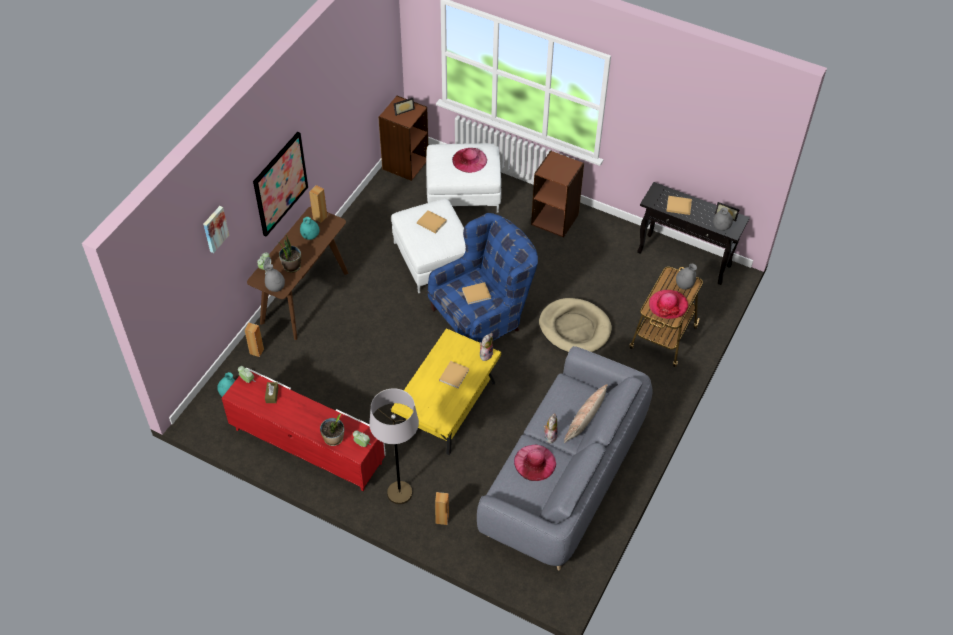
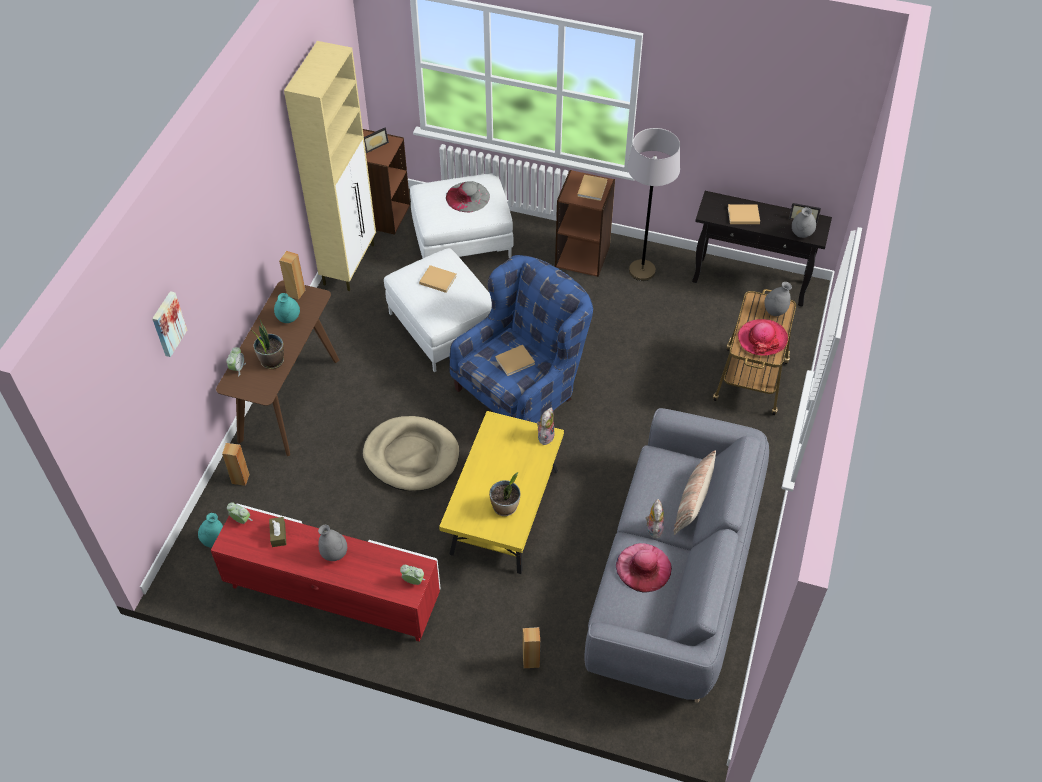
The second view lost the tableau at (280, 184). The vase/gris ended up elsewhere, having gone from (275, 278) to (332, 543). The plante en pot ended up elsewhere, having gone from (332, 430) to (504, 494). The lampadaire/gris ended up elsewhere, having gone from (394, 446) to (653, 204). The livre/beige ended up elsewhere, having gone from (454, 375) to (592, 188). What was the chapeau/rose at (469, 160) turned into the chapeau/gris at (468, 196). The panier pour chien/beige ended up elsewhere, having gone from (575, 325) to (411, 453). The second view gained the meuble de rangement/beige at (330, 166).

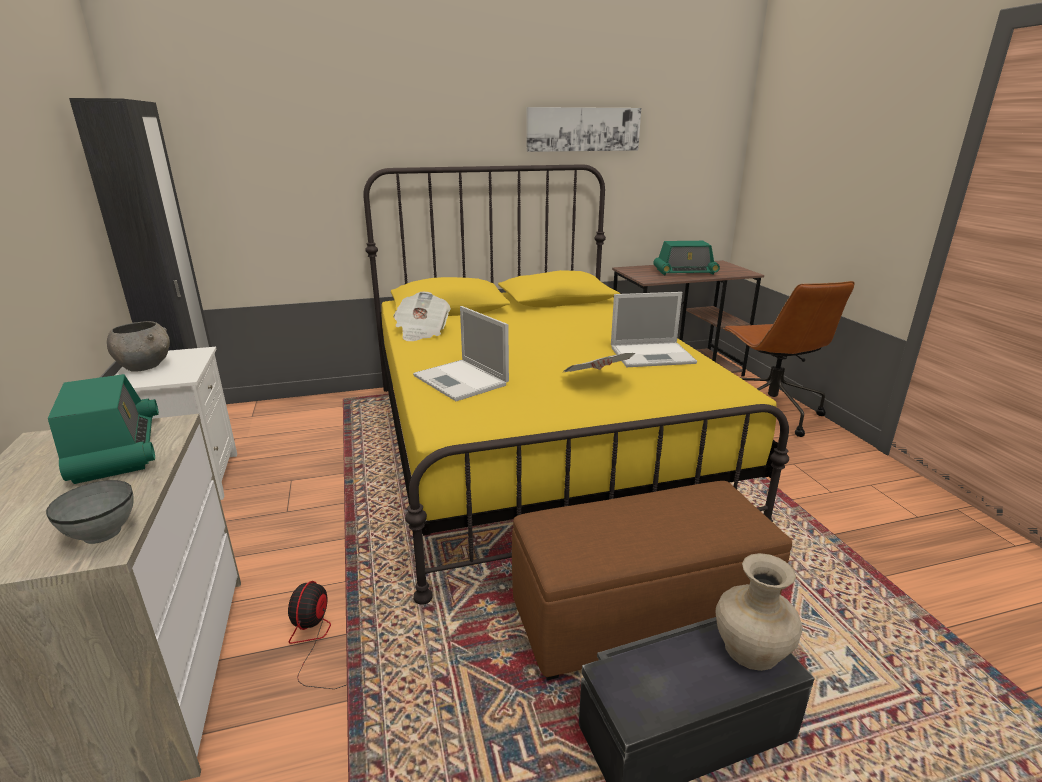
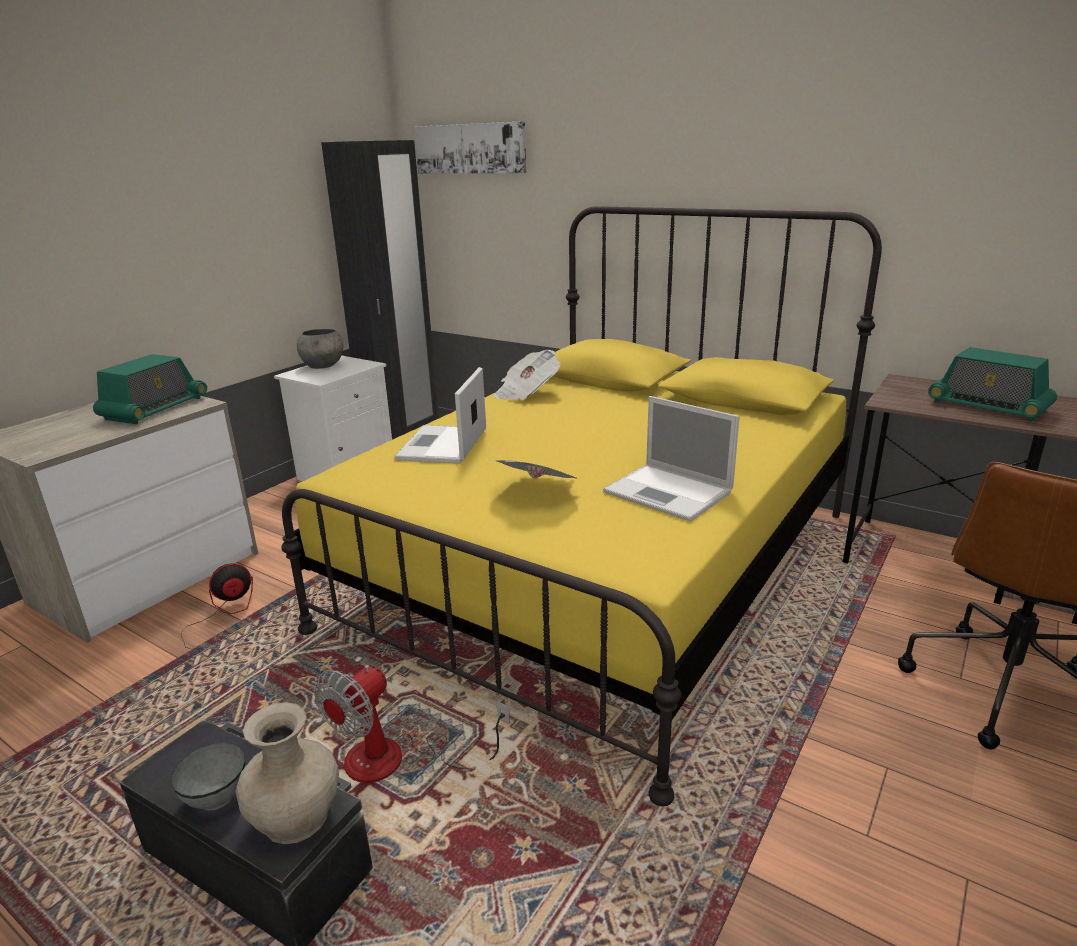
The bol/gris ended up elsewhere, having gone from (90, 512) to (208, 776). Where the pouf/marron stood at (652, 580), the ventilateur came to stand at (412, 724). The tableau ended up elsewhere, having gone from (583, 129) to (470, 147).

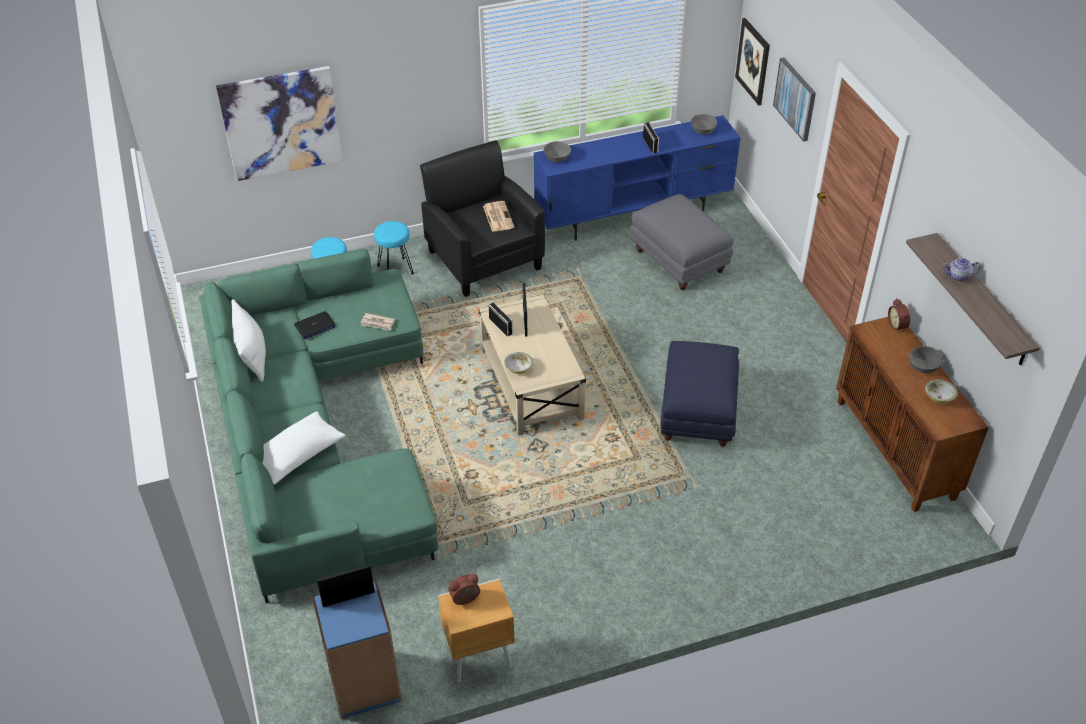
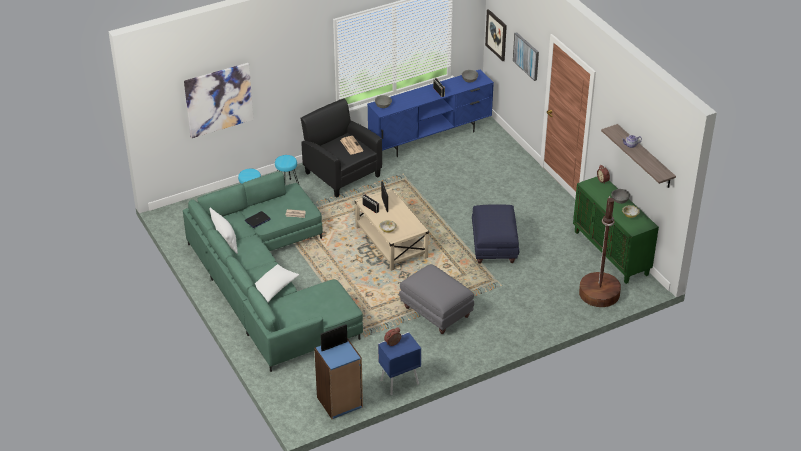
What was the table de chevet/marron at (476, 631) turned into the table de chevet/bleu at (399, 363). The pouf/gris ended up elsewhere, having gone from (682, 242) to (436, 299). What was the meuble de rangement/marron at (912, 414) turned into the meuble de rangement/vert at (616, 230). The second view gained the lampadaire/marron at (600, 251).

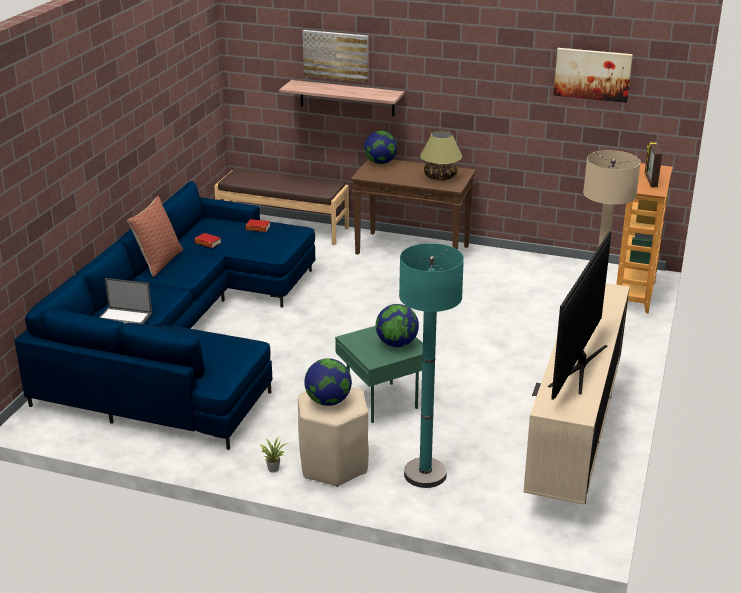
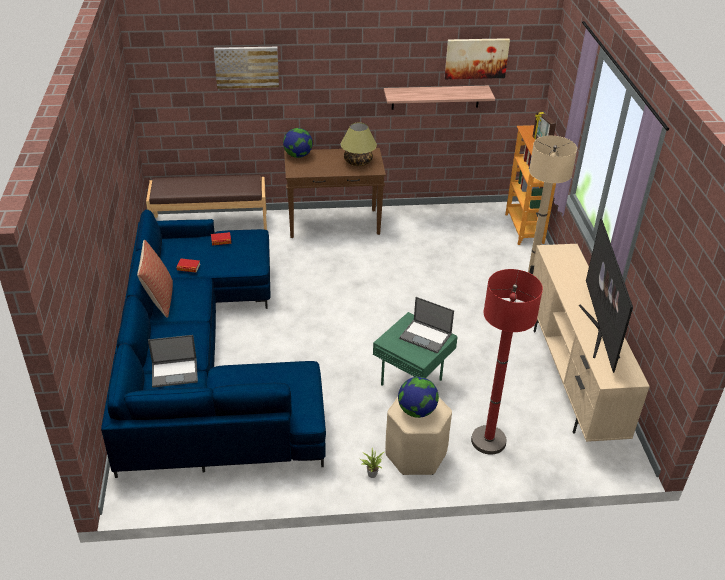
The étagère ended up elsewhere, having gone from (341, 98) to (439, 98). Where the globe stood at (397, 325), the ordinateur portable came to stand at (426, 325). What was the lampadaire/turquoise at (431, 365) turned into the lampadaire/rouge at (507, 362).

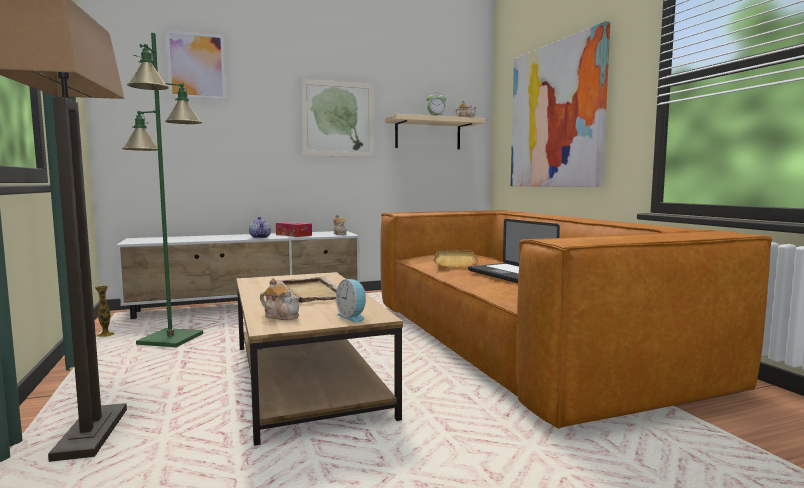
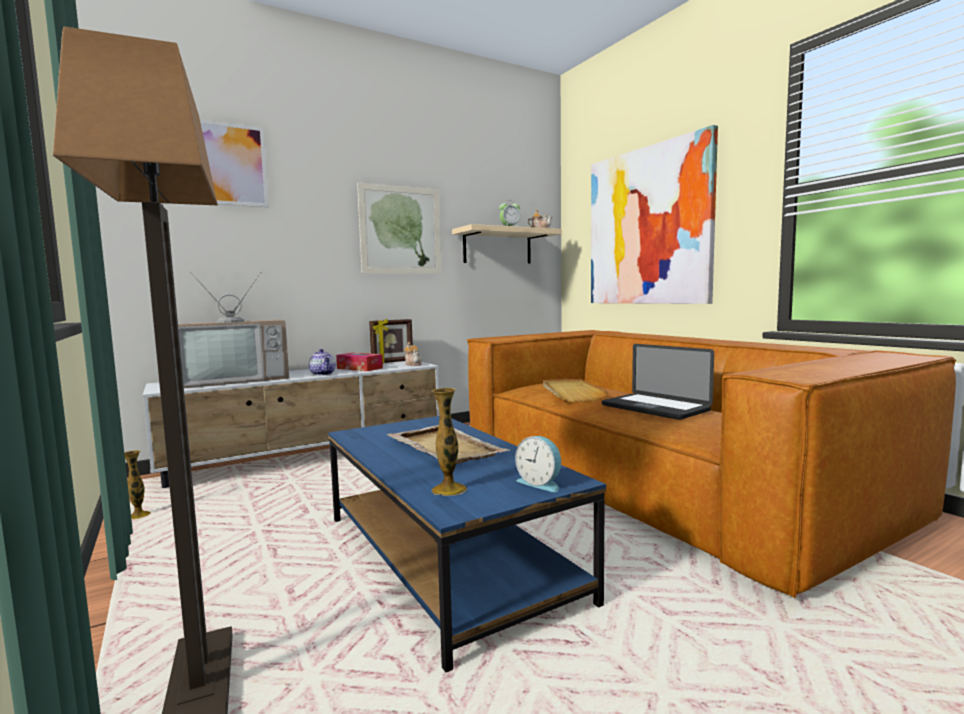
The second view lost the lampadaire/vert at (162, 190). What was the table basse/marron at (319, 359) turned into the table basse/bleu at (467, 544). Where the théière stood at (280, 299), the vase came to stand at (449, 442). The second view gained the téléviseur at (233, 330). The second view gained the cadre photo at (391, 341).

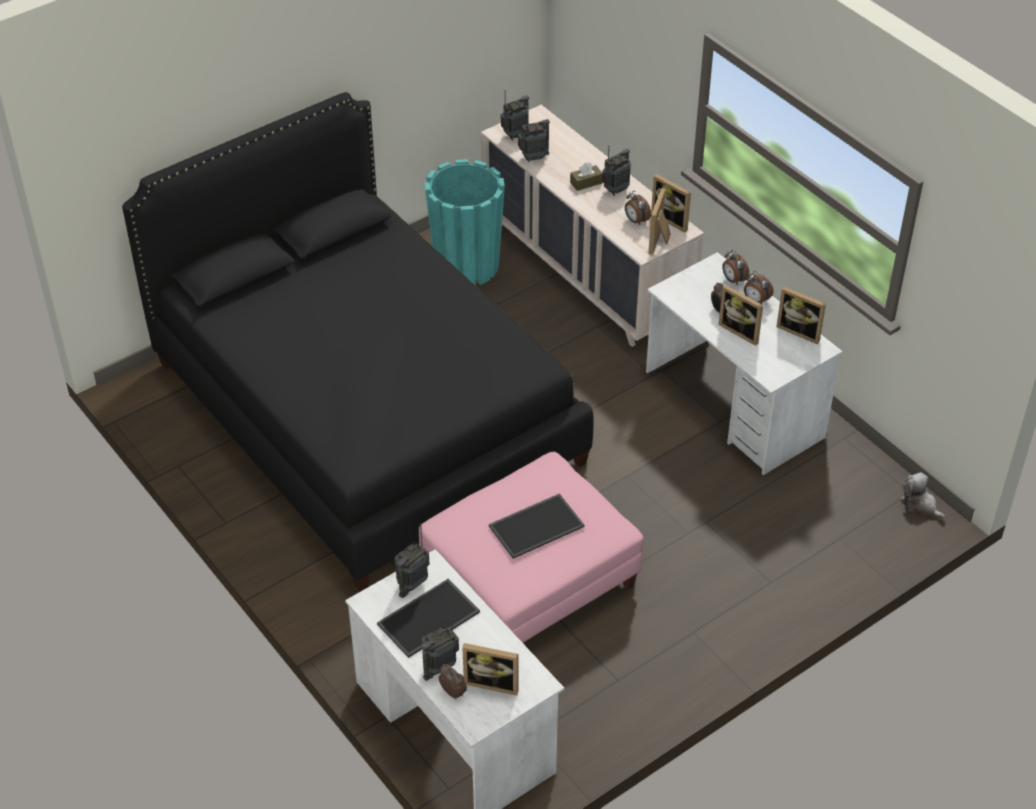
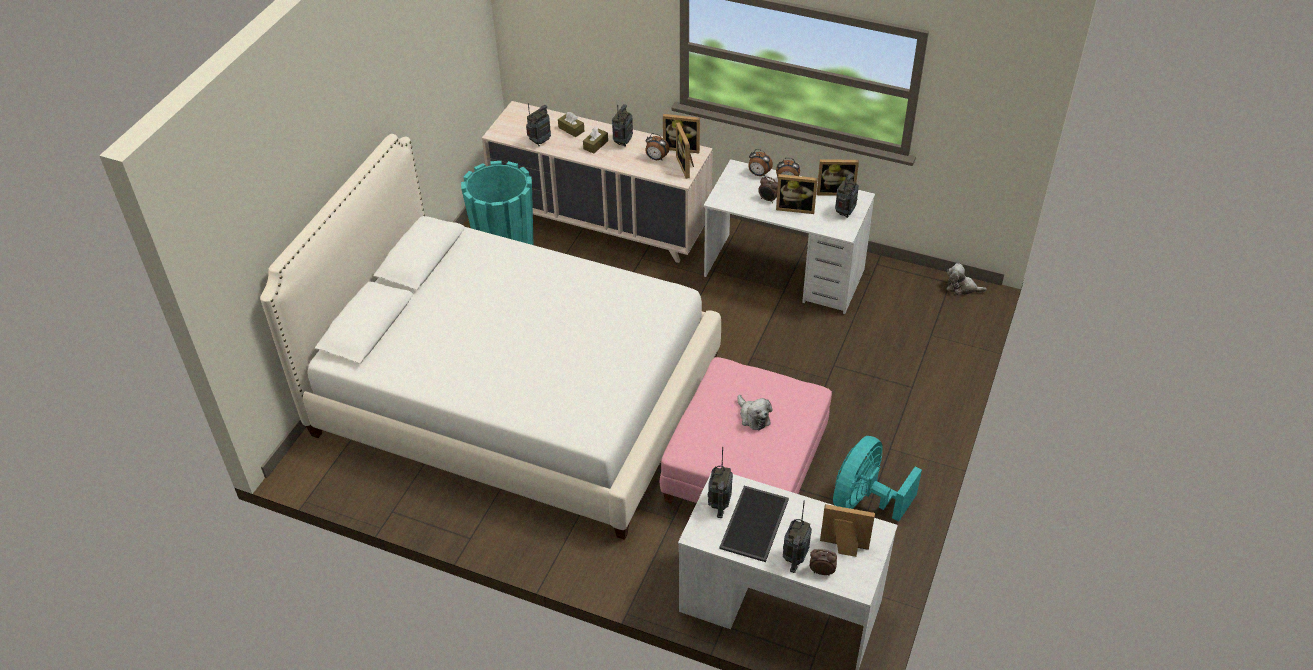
What was the lit/noir at (358, 342) turned into the lit/blanc at (490, 337). The cadre photo at (490, 669) ended up facing another way, 150 degrees counterclockwise from before. Where the plateau stood at (537, 526), the peluche came to stand at (755, 412). The radio ended up elsewhere, having gone from (515, 115) to (847, 195). The second view gained the boîte à mouchoirs/marron at (571, 124). The second view gained the ventilateur/turquoise at (877, 479).

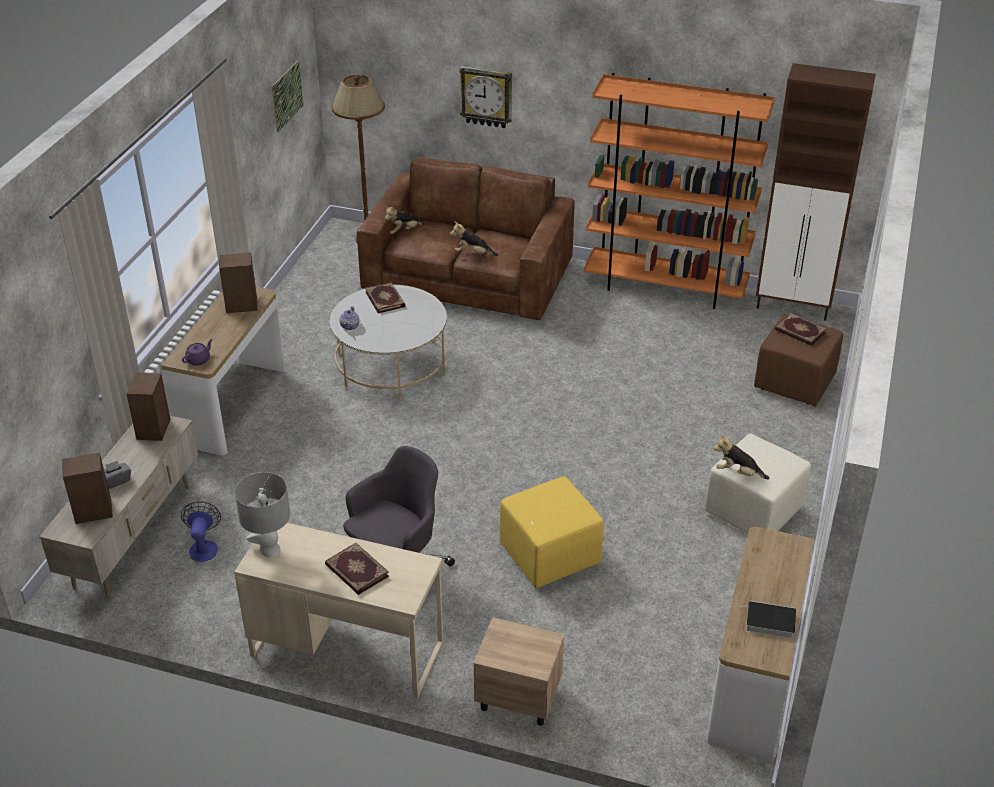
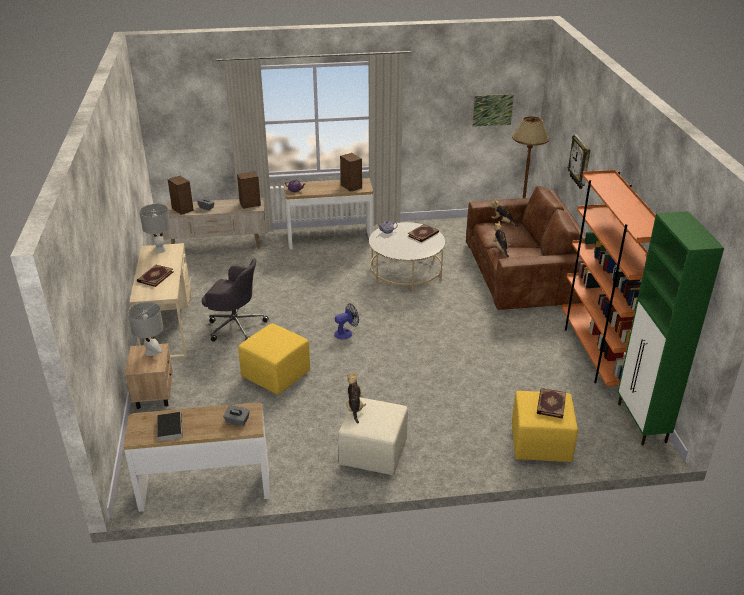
The ventilateur ended up elsewhere, having gone from (201, 531) to (346, 321). What was the pouf/marron at (798, 361) turned into the pouf/jaune at (545, 426). What was the meuble de rangement/marron at (816, 191) turned into the meuble de rangement/vert at (670, 328). The second view gained the lampe de table/gris at (145, 329). The second view gained the boîte à mouchoirs/gris at (236, 415).

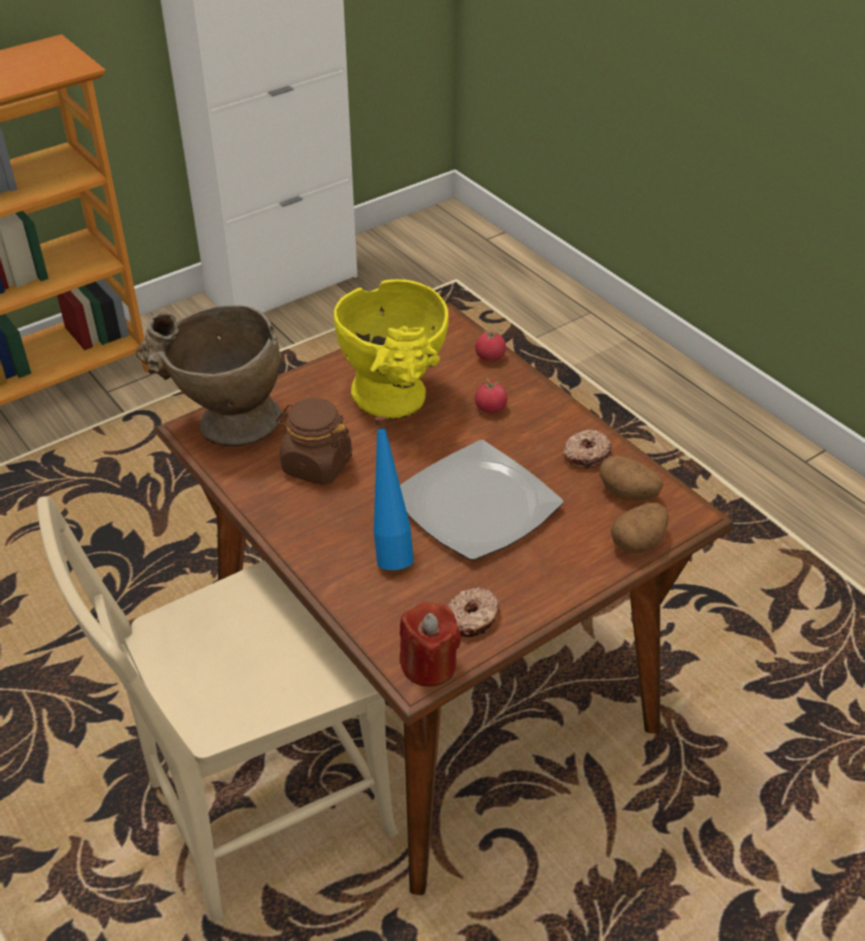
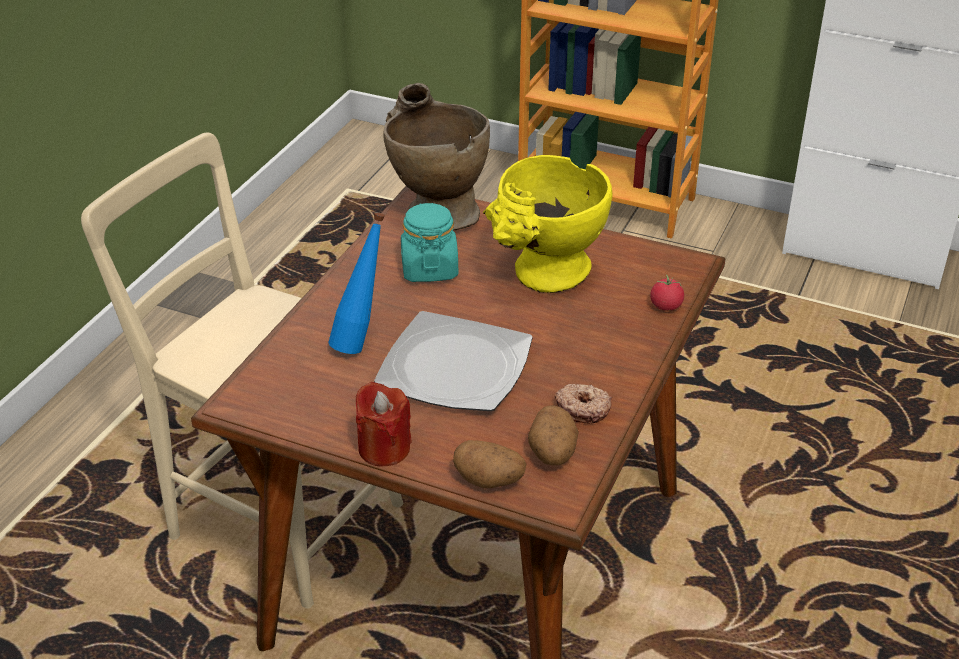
What was the bocal/marron at (314, 441) turned into the bocal/turquoise at (429, 242). The bougie/rouge ended up elsewhere, having gone from (430, 644) to (383, 424). The second view lost the beignet at (473, 612). The second view lost the tomate at (491, 395).

